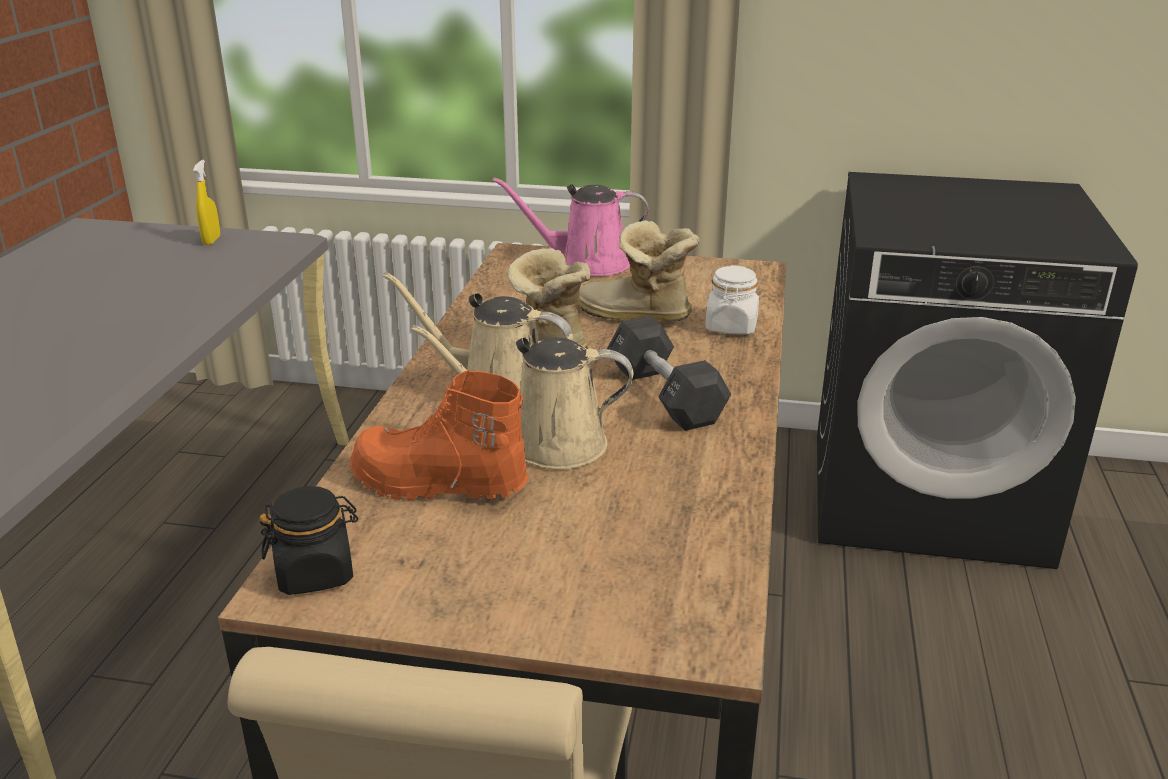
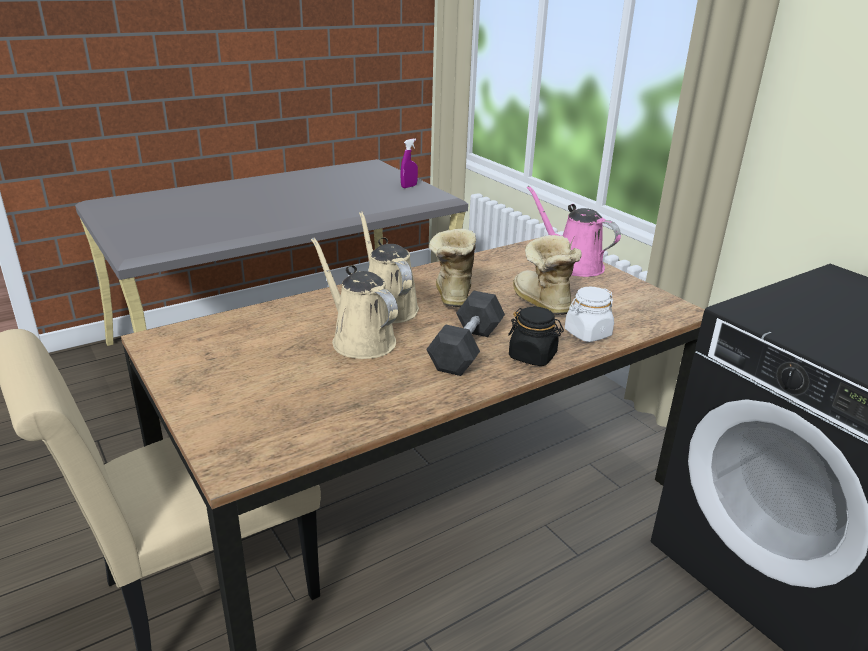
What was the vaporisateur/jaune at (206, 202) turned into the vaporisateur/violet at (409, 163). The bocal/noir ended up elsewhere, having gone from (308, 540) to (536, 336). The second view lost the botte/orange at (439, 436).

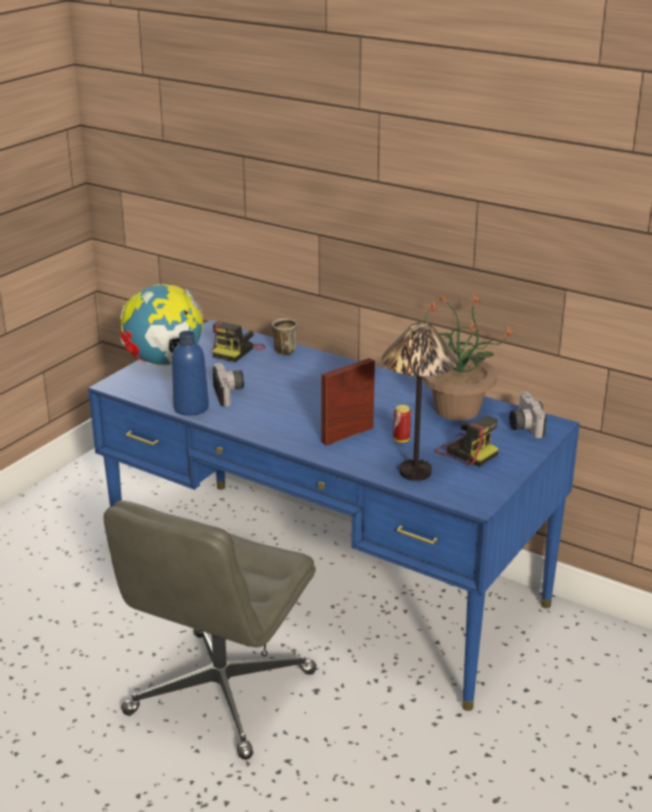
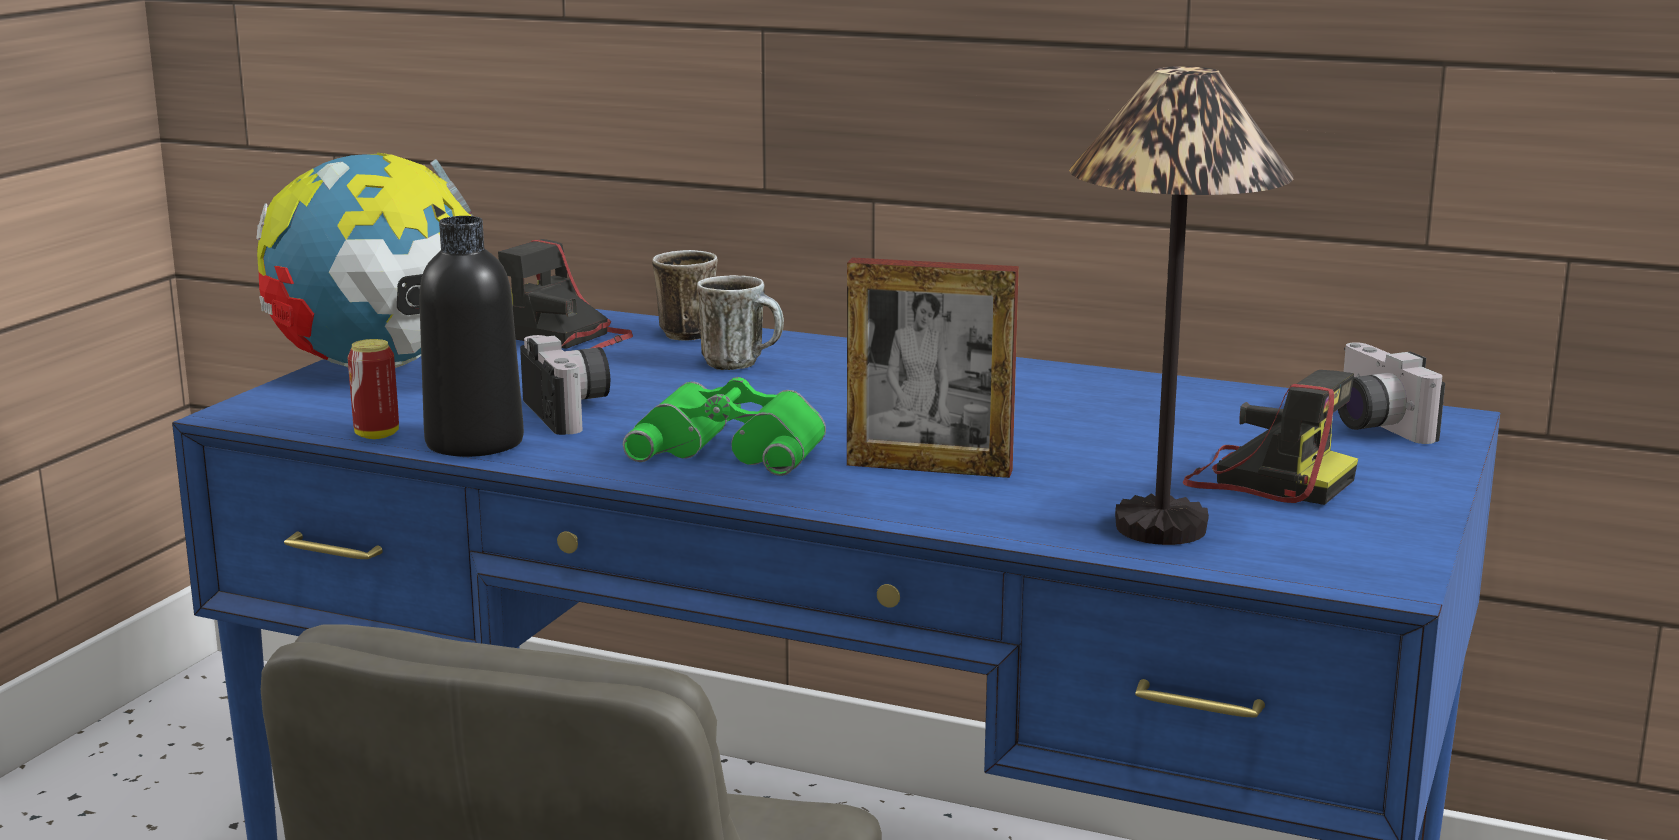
What was the bouteille/bleu at (190, 373) turned into the bouteille/noir at (471, 336). The appareil photo at (238, 341) ended up facing another way, 105 degrees clockwise from before. The cadre photo at (348, 402) ended up facing another way, 120 degrees counterclockwise from before. The boîte métallique ended up elsewhere, having gone from (402, 424) to (373, 389). The second view lost the plante en pot at (467, 357). The second view gained the jumelles/vert at (724, 426). The second view gained the mug at (740, 322).

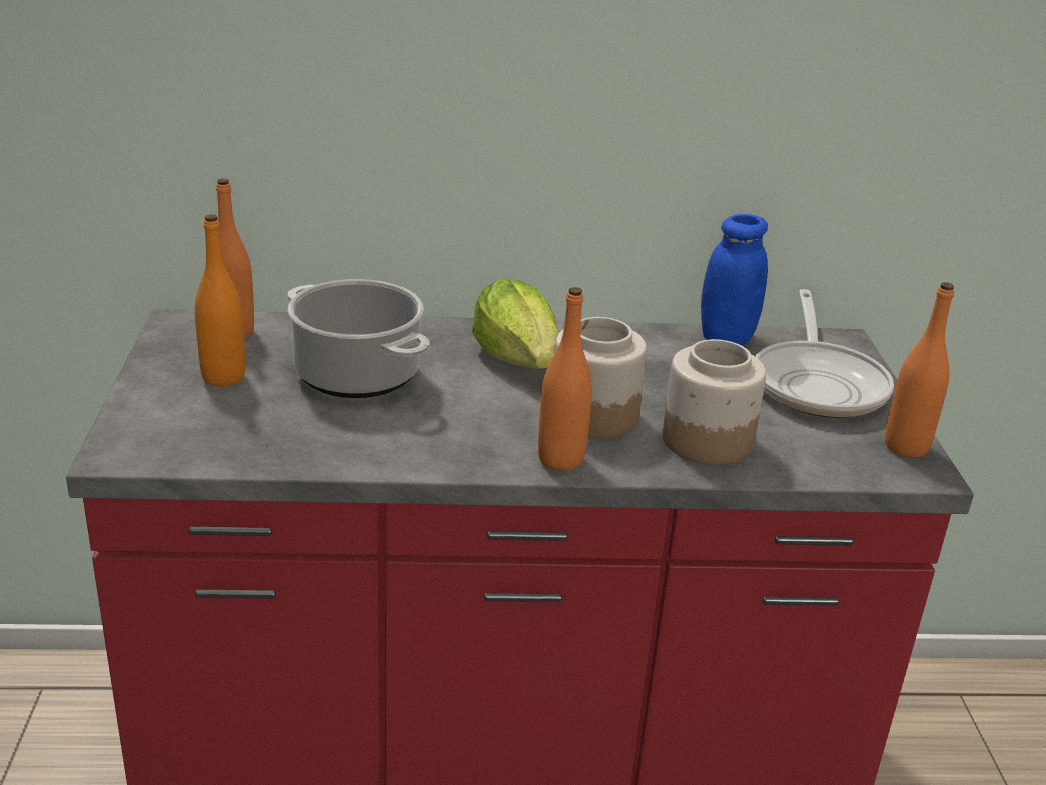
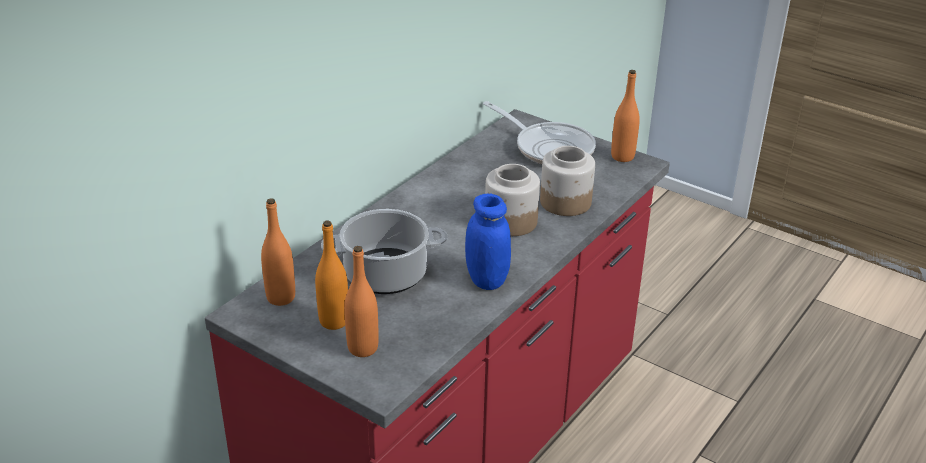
The second view lost the laitue at (515, 324). The bouteille/orange ended up elsewhere, having gone from (565, 379) to (361, 301). The bocal/bleu ended up elsewhere, having gone from (734, 280) to (488, 241).

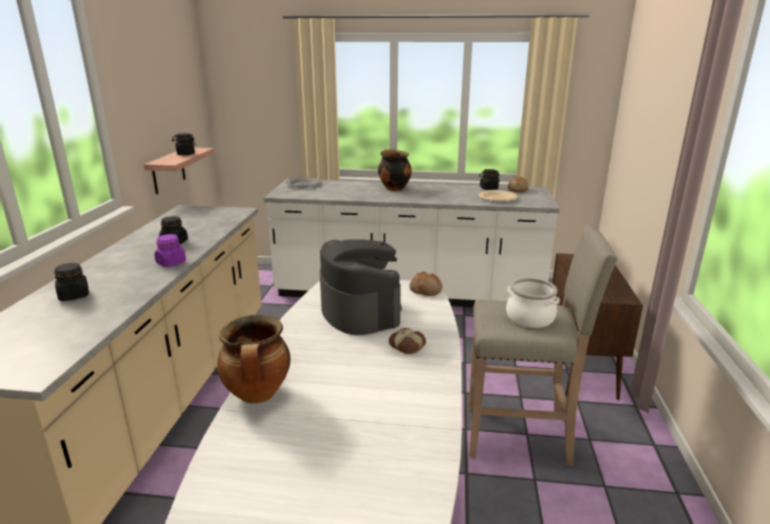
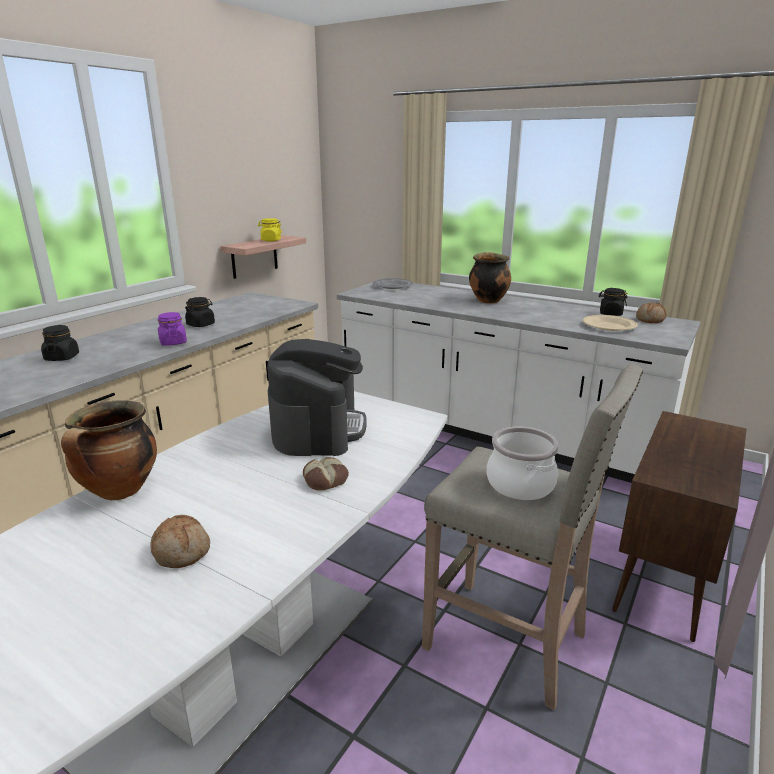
What was the bocal/noir at (184, 144) turned into the bocal/jaune at (270, 230). The pain ended up elsewhere, having gone from (425, 284) to (180, 541).

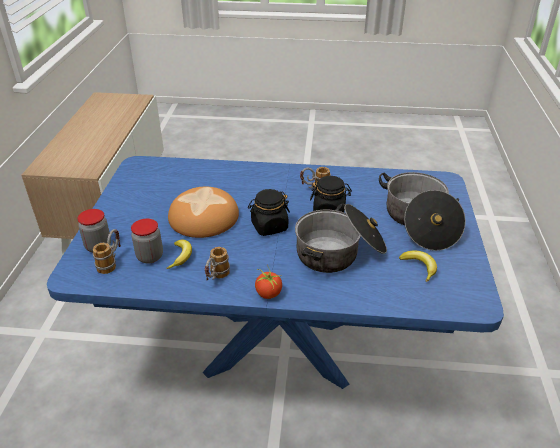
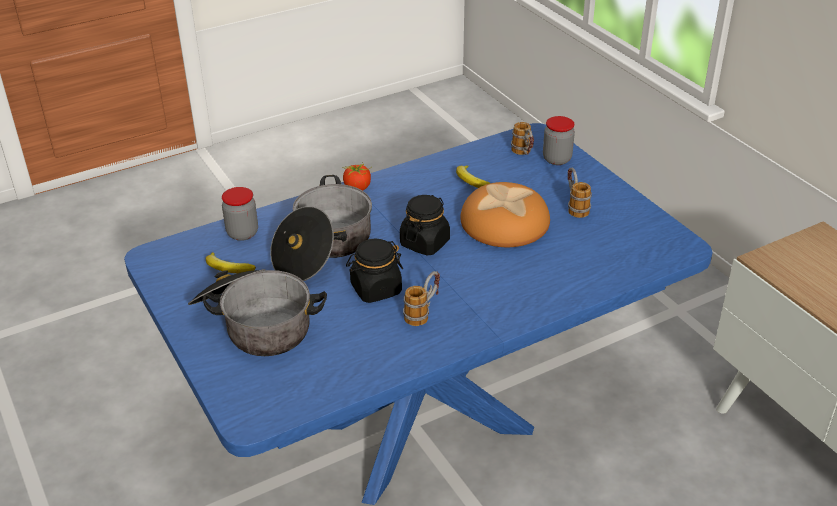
The bocal ended up elsewhere, having gone from (147, 241) to (240, 214). The mug ended up elsewhere, having gone from (217, 263) to (580, 193).

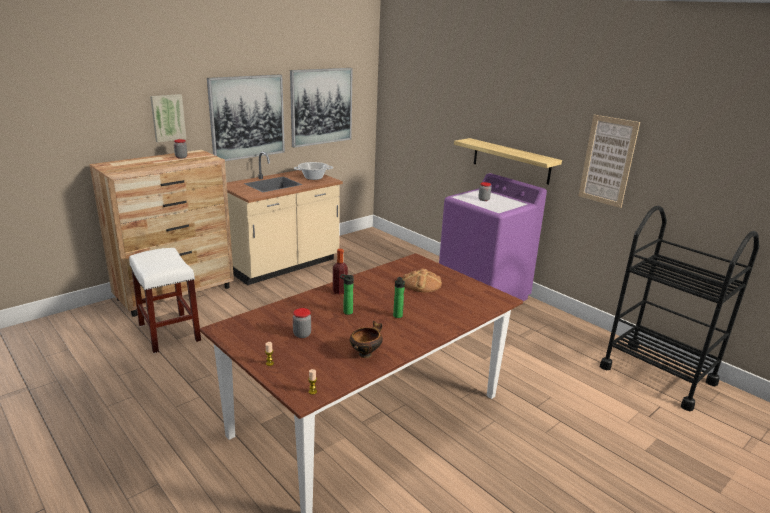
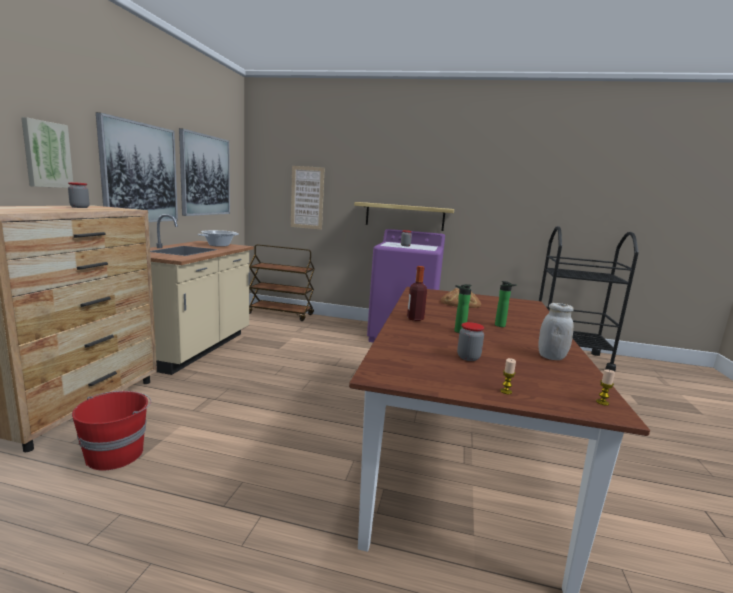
Where the tabouret/blanc stood at (165, 300), the seau/rouge came to stand at (111, 430). Where the bol stood at (366, 339), the bocal/blanc came to stand at (556, 331). The tableau ended up elsewhere, having gone from (609, 161) to (308, 198). The second view gained the chariot/marron at (282, 282).

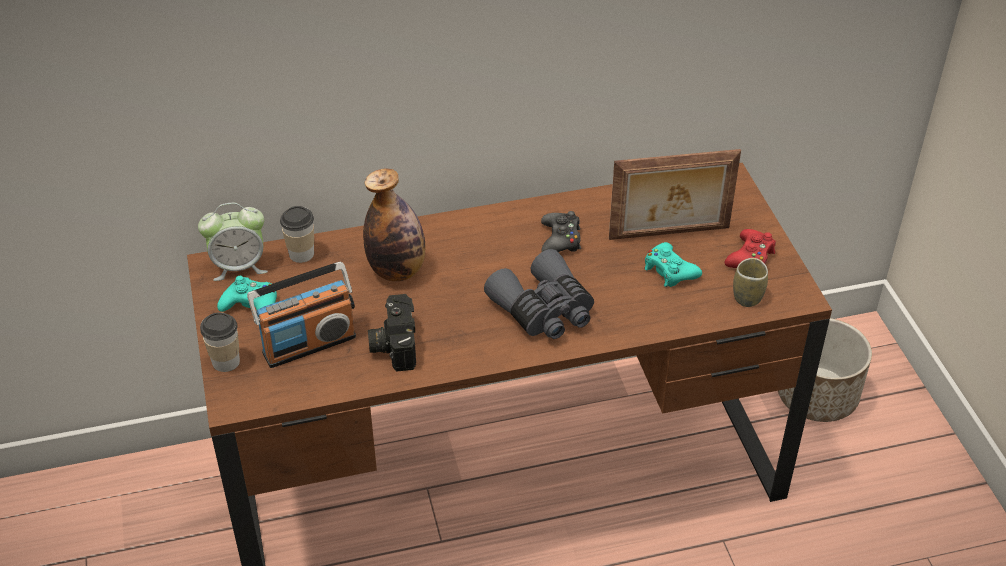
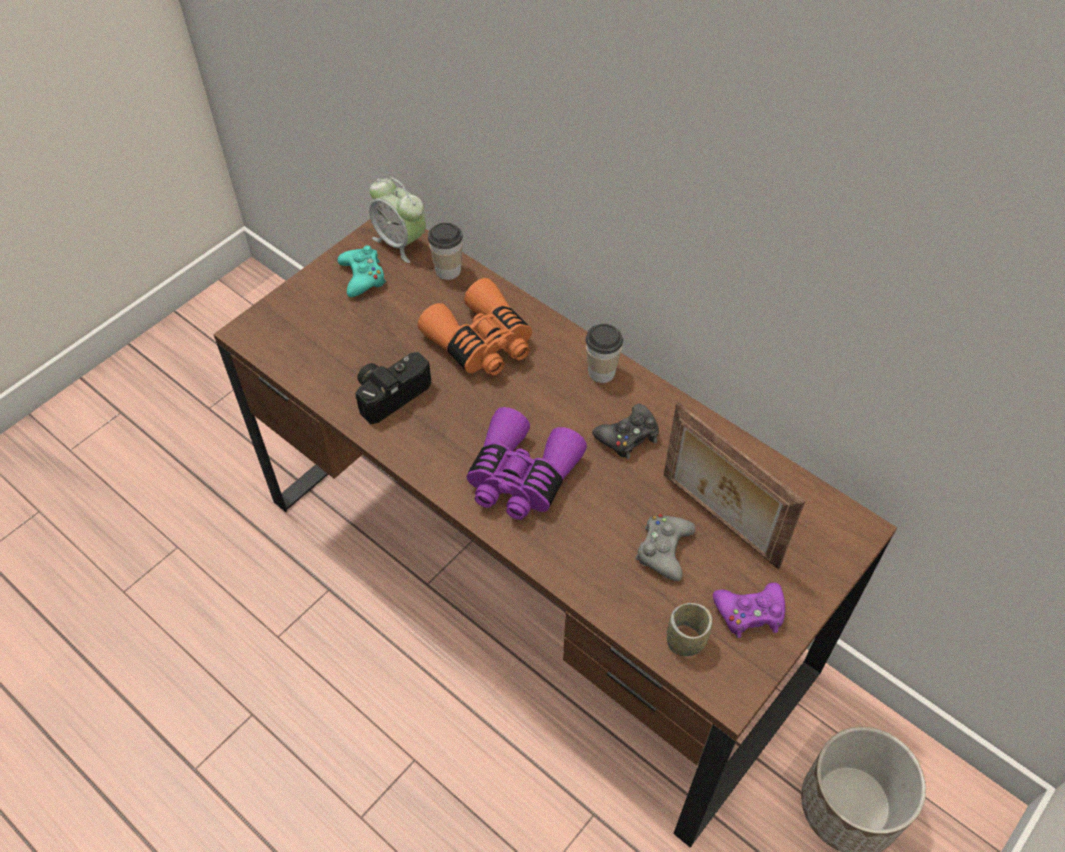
The tasse ended up elsewhere, having gone from (220, 342) to (604, 353). The second view lost the radio at (301, 315). Where the bouteille stood at (394, 225), the jumelles/orange came to stand at (475, 326). What was the jumelles/gris at (539, 294) turned into the jumelles/violet at (526, 463). What was the manette/turquoise at (673, 264) turned into the manette/gris at (665, 547). What was the manette/rouge at (750, 248) turned into the manette/violet at (749, 610).

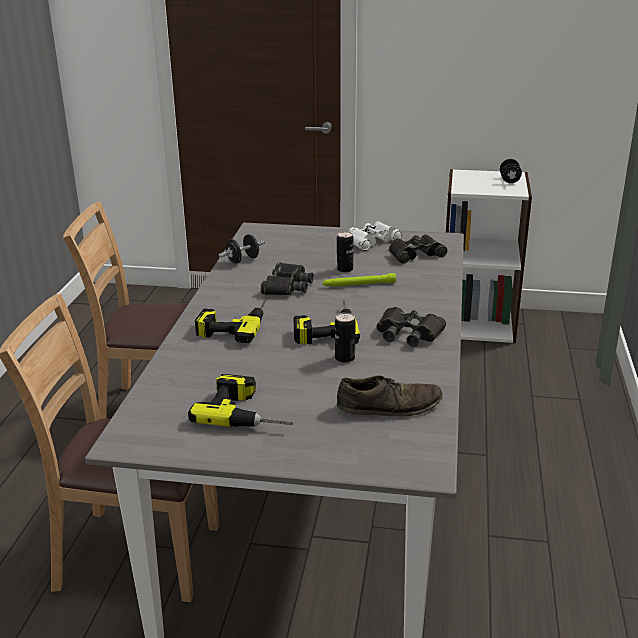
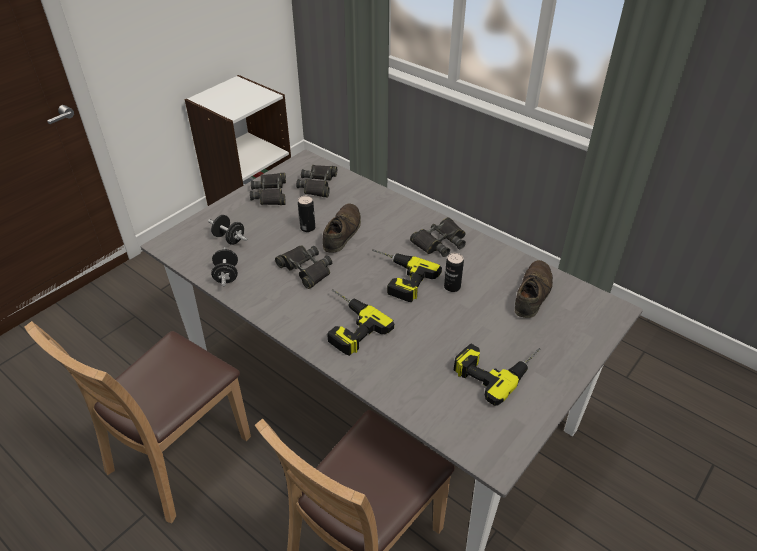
Where the lampe de poche/vert stood at (359, 280), the chaussure/marron came to stand at (341, 227). What was the jumelles/blanc at (375, 236) turned into the jumelles/noir at (268, 189). The haltère/noir ended up elsewhere, having gone from (511, 171) to (227, 230).

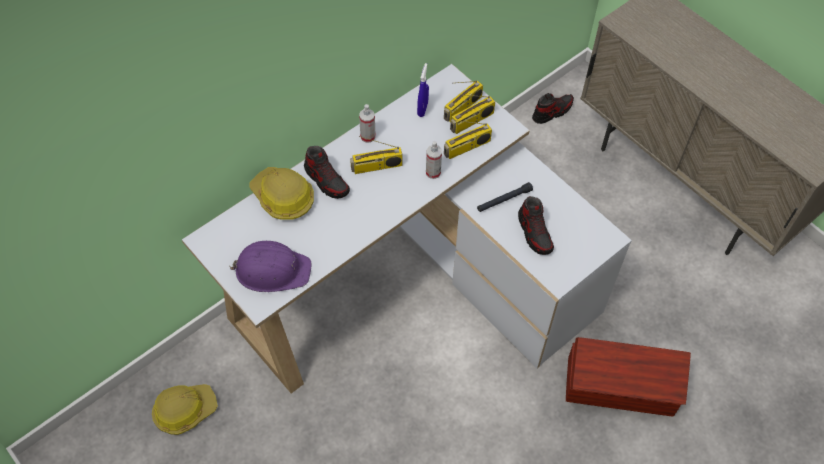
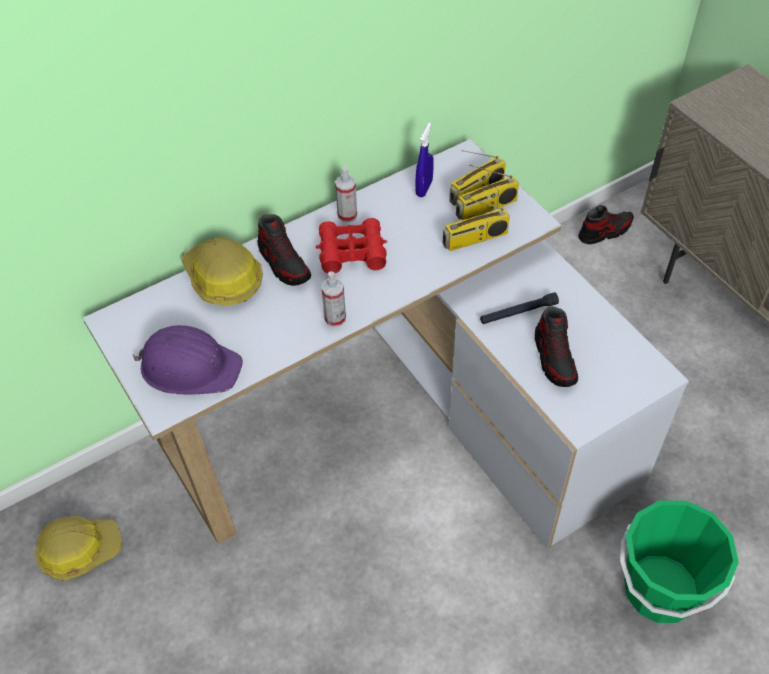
Where the radio stood at (376, 155), the jumelles/rouge came to stand at (352, 245). The vaporisateur ended up elsewhere, having gone from (434, 160) to (333, 299). Where the boîte de rangement/marron stood at (628, 377), the seau/vert came to stand at (679, 562).

